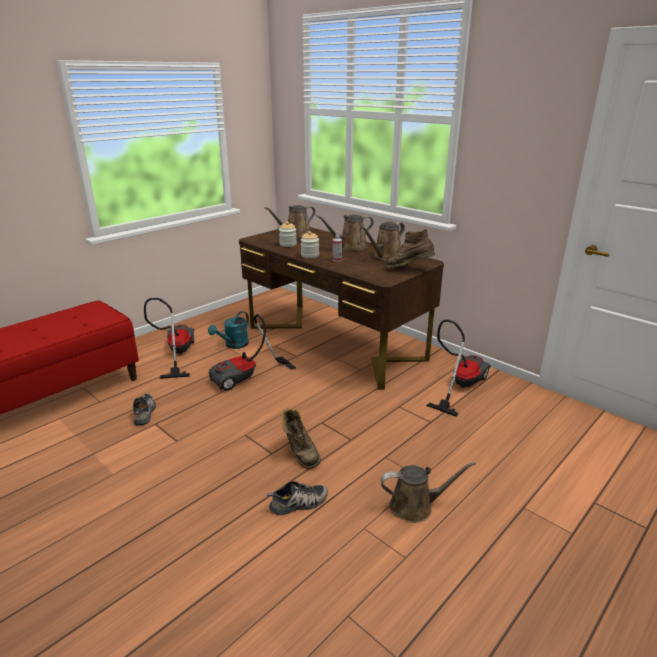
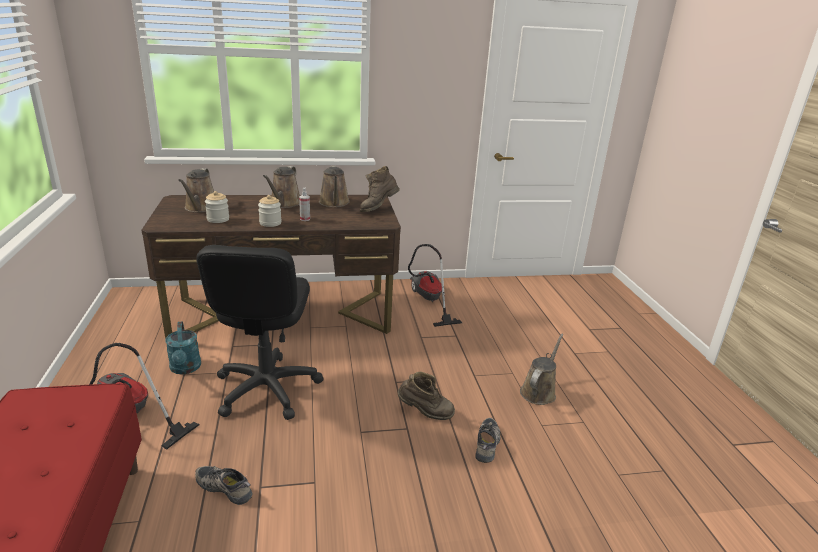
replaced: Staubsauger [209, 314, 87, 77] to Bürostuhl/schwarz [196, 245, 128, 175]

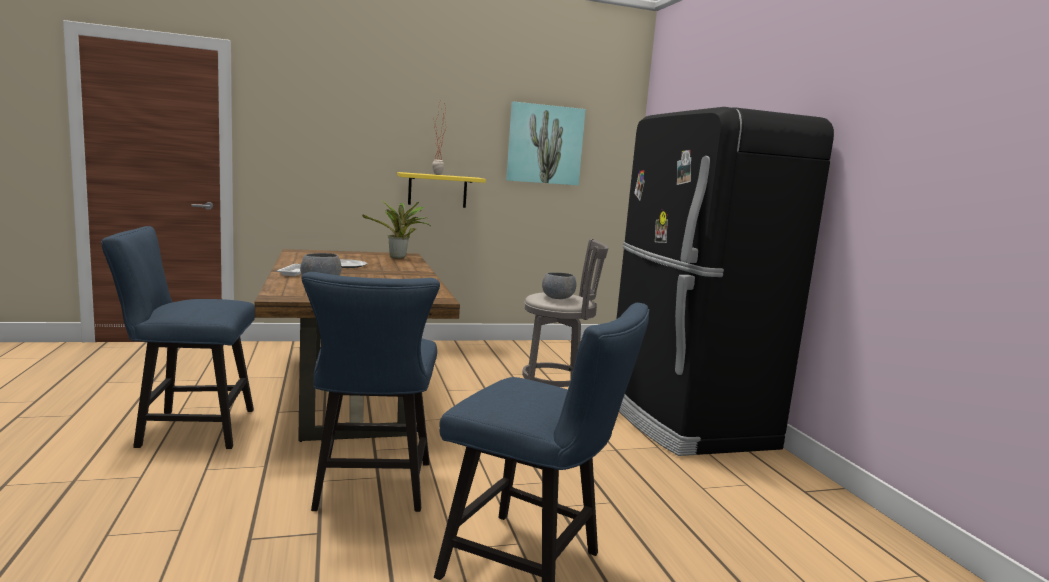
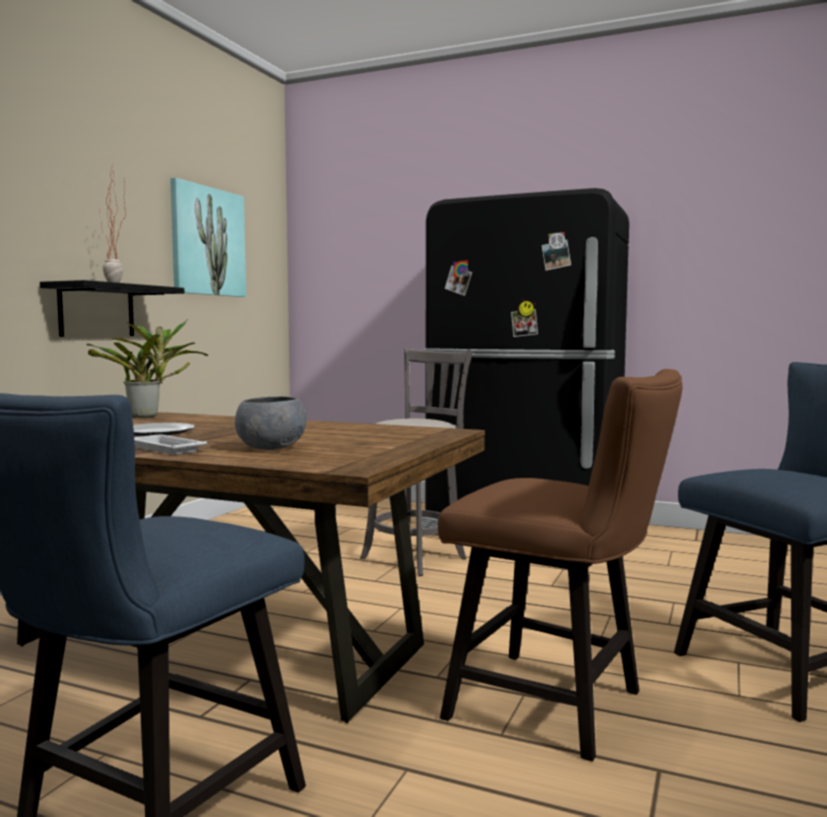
removed: Schüssel/grau [542, 272, 34, 27]
recoloured: Stuhl/blau [301, 272, 139, 240] to Stuhl/braun [438, 369, 245, 392]; Wandregal/gelb [397, 172, 89, 36] to Wandregal/schwarz [40, 280, 144, 57]

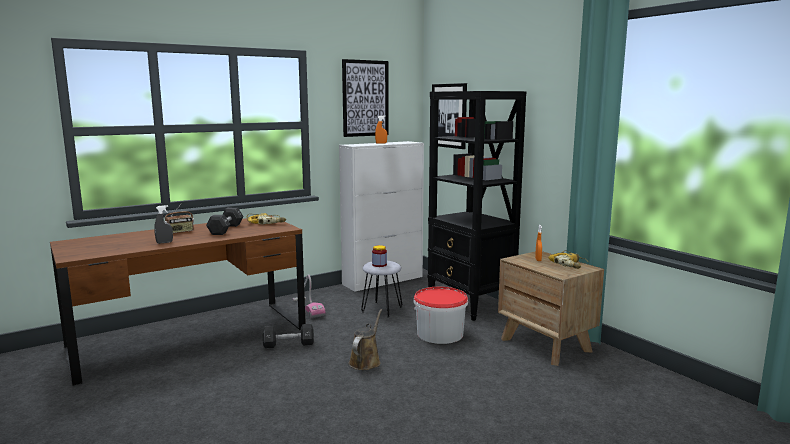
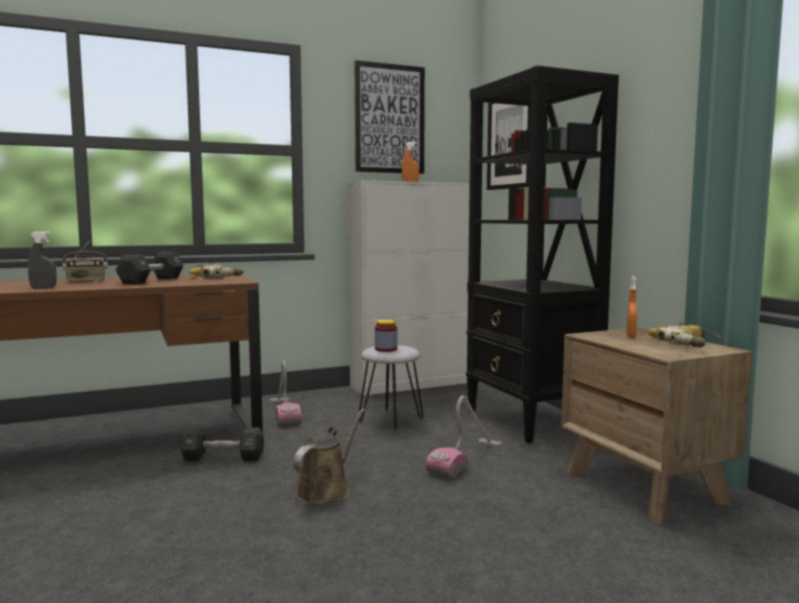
replaced: Eimer [414, 287, 54, 57] to Staubsauger [425, 396, 77, 82]

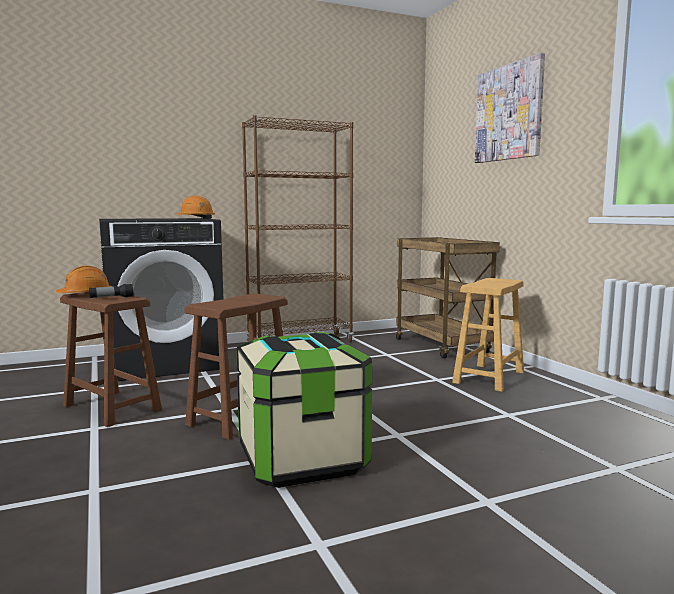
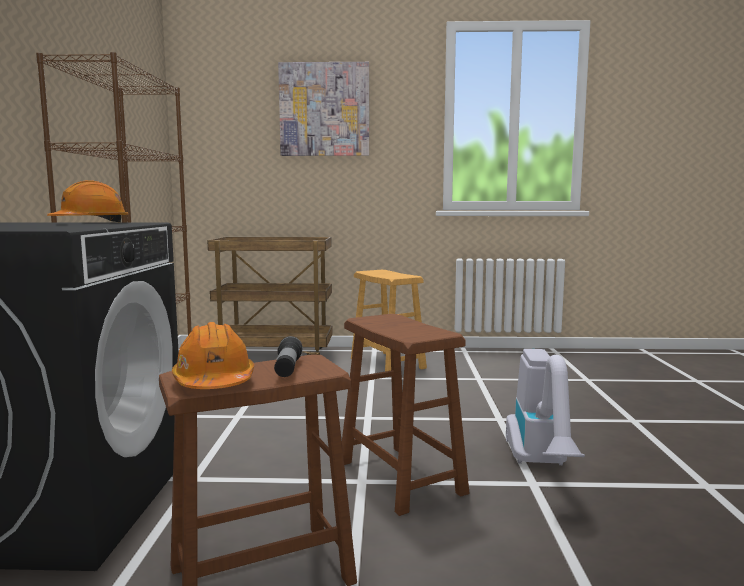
replaced: Aufbewahrungsbox [236, 332, 136, 156] to Staubsauger [506, 349, 79, 116]

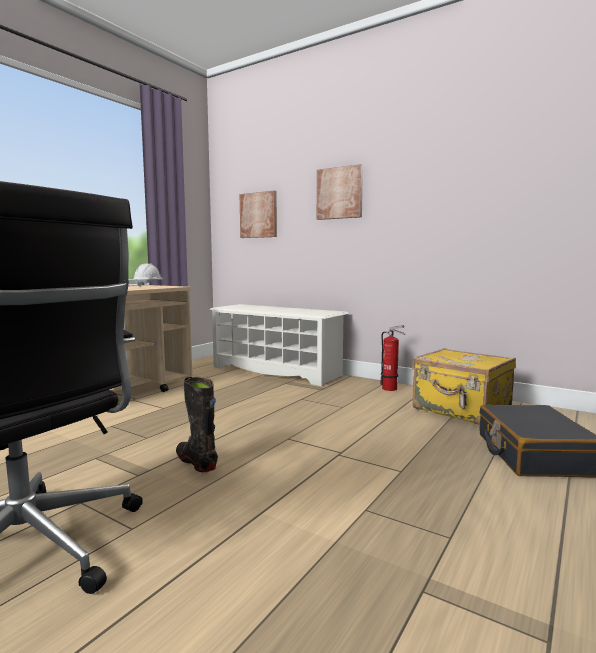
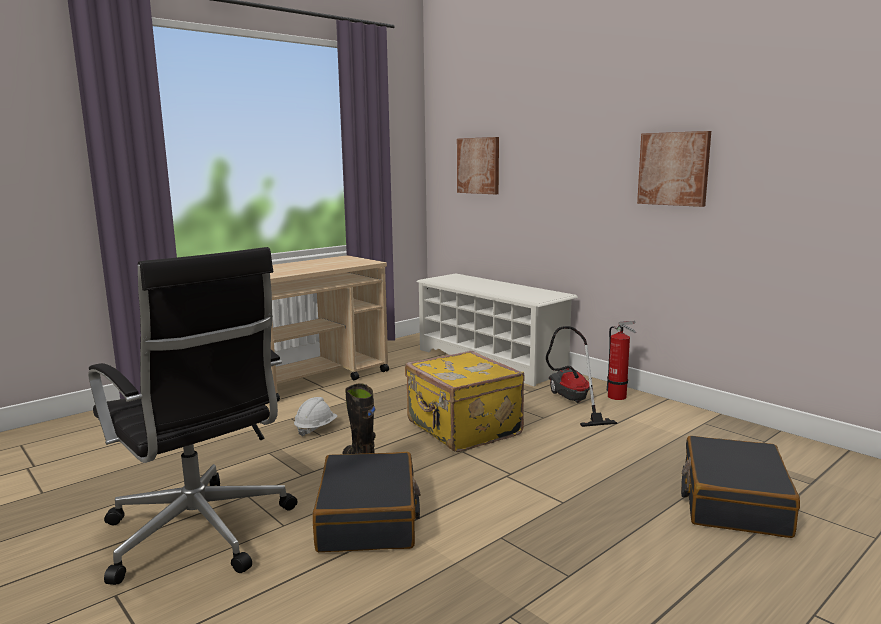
added: Koffer/schwarz [313, 452, 108, 100]; Staubsauger [546, 326, 71, 101]
moved: Schutzhelm/weiß [133, 264, 31, 23] to [294, 397, 43, 40]; Bild [317, 164, 46, 56] to [637, 131, 74, 76]; Koffer/gelb [412, 348, 104, 77] to [405, 351, 120, 101]

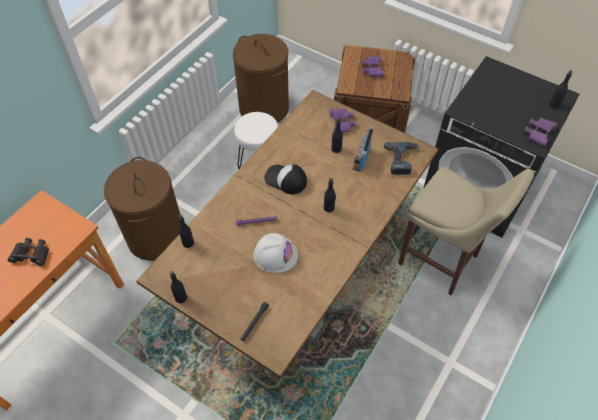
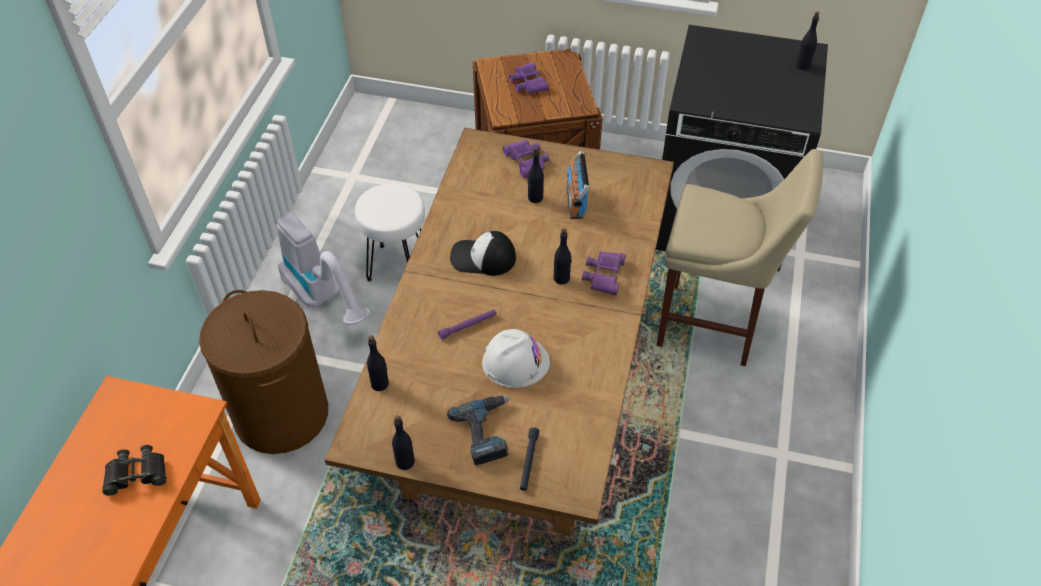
removed: Wäschekorb/braun [233, 34, 56, 89]
added: Staubsauger [277, 213, 93, 111]
moved: Bohrmaschine [384, 142, 36, 33] to [447, 395, 63, 70]; Fernglas/lila [524, 118, 33, 29] to [582, 251, 44, 45]

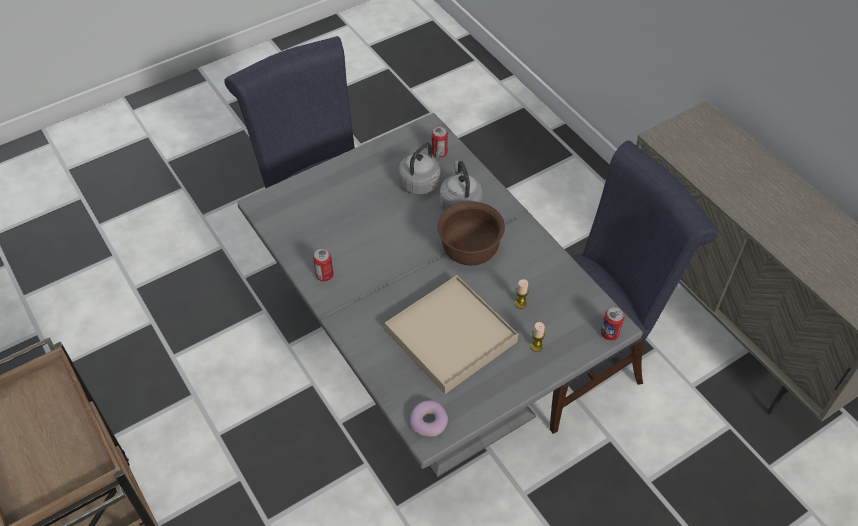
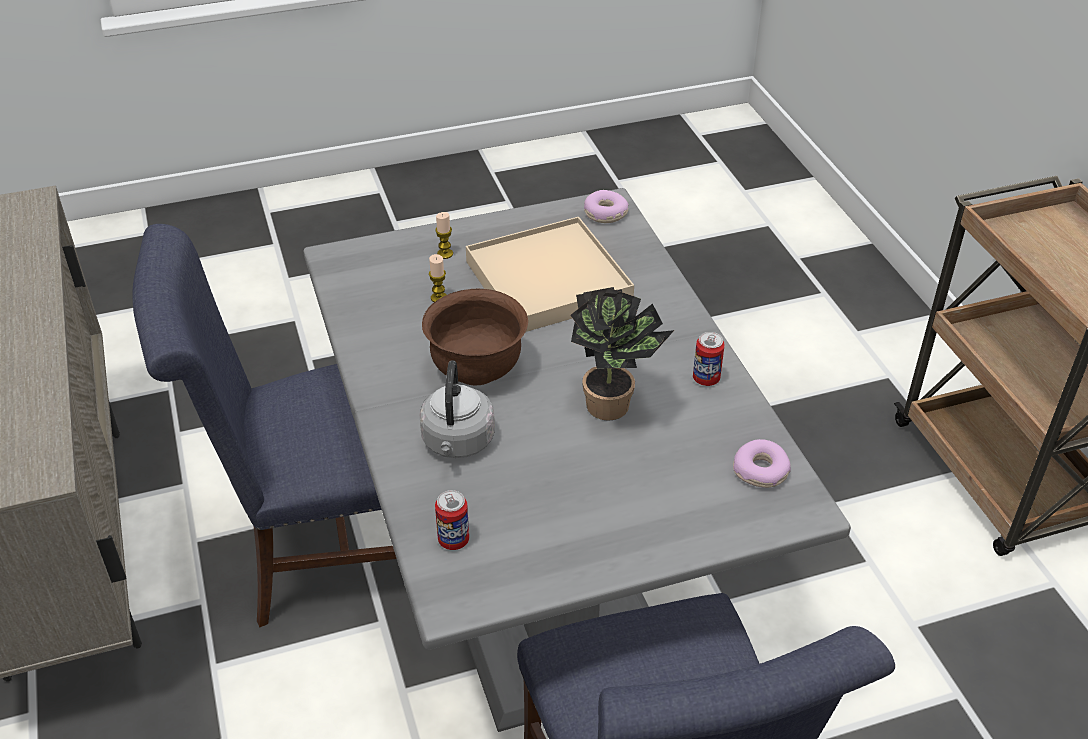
removed: Wasserkessel/grau [398, 142, 46, 53]; Dose [601, 307, 23, 34]
added: Topfpflanze [570, 287, 104, 134]; Donut [733, 439, 58, 49]

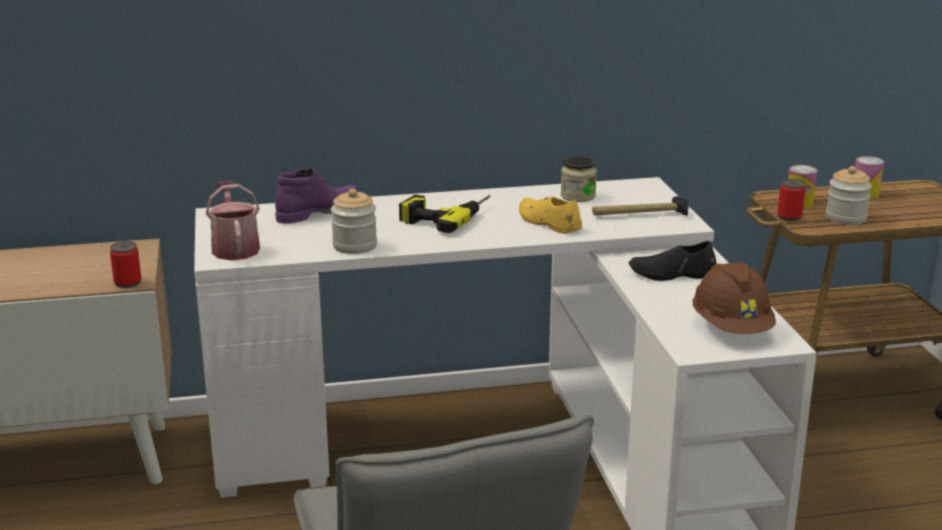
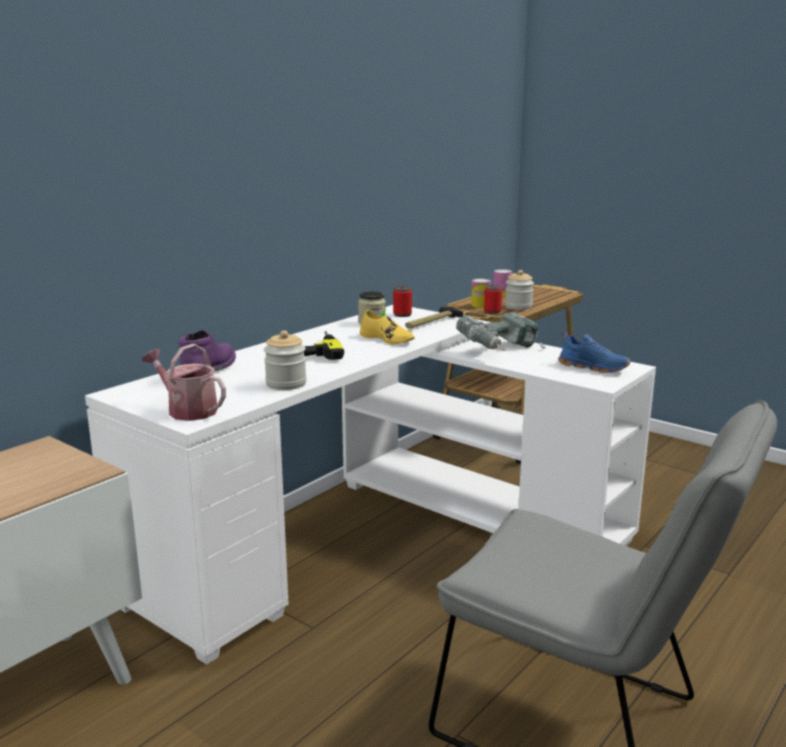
moved: Dose [110, 241, 31, 47] to [393, 286, 19, 31]
replaced: Schuh/schwarz [629, 241, 88, 40] to Bohrmaschine [456, 312, 90, 39]; Schutzhelm/braun [693, 262, 83, 72] to Schuh/blau [558, 333, 72, 40]
turned: Schuh/gelb [519, 197, 63, 37] = [360, 310, 55, 34] 150 degrees counterclockwise

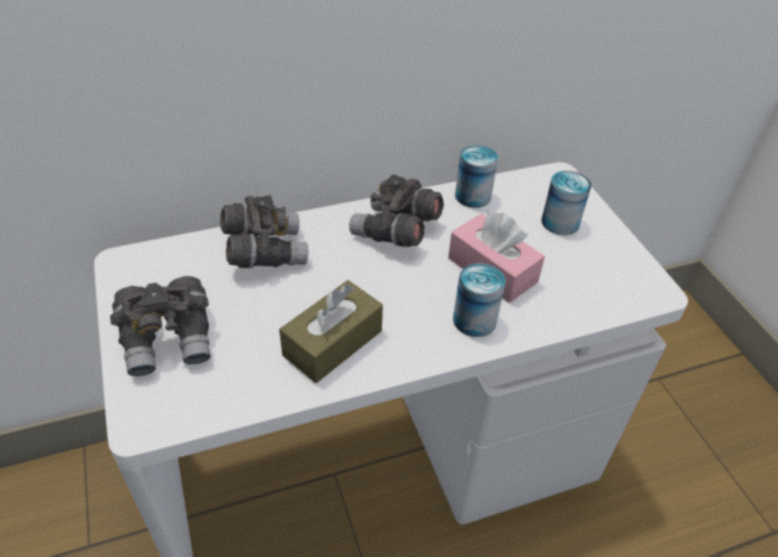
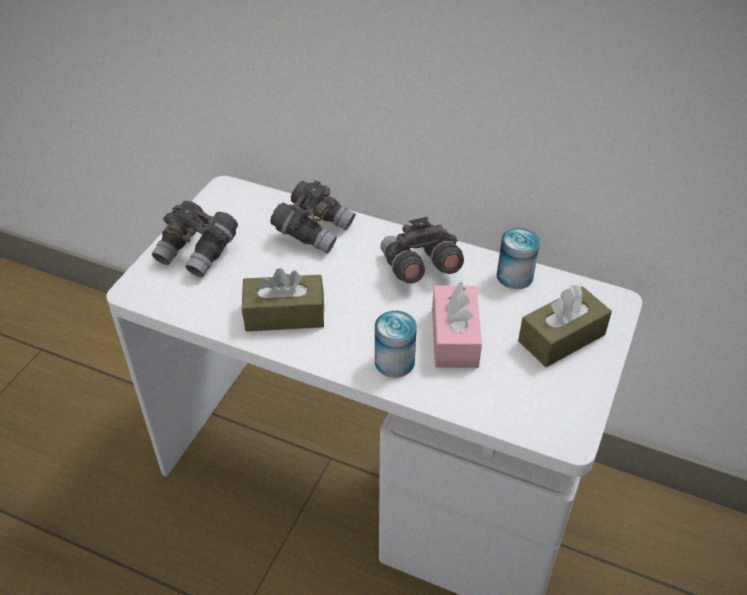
replaced: Dose [541, 171, 50, 64] to Taschentuchbox/braun [518, 285, 94, 82]

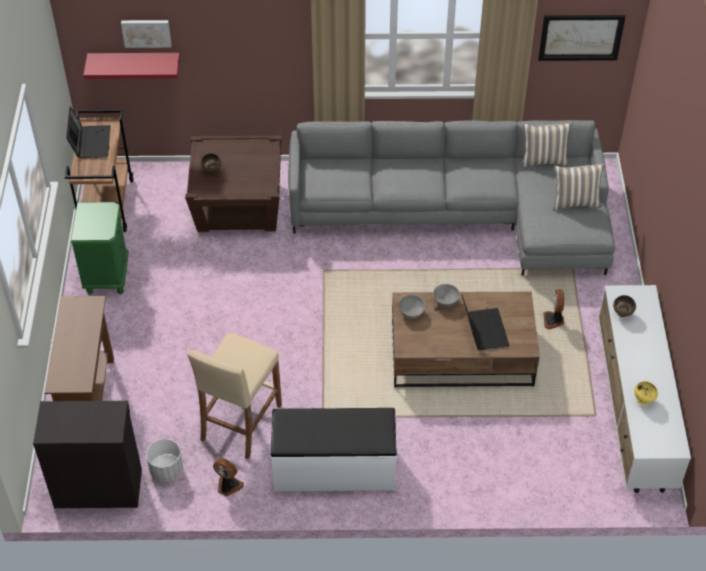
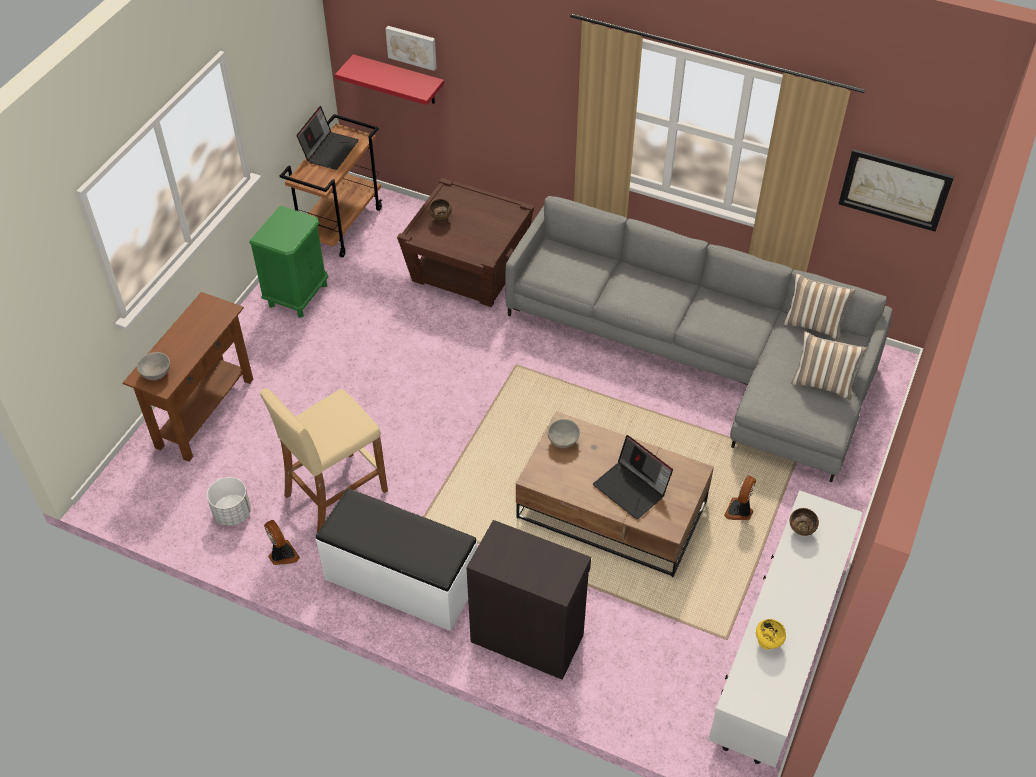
moved: Schrank/schwarz [33, 401, 109, 107] to [466, 520, 125, 160]; Schüssel/grau [433, 284, 27, 23] to [137, 352, 33, 28]
turned: Laptop [461, 294, 48, 56] = [593, 435, 80, 84] 120 degrees clockwise

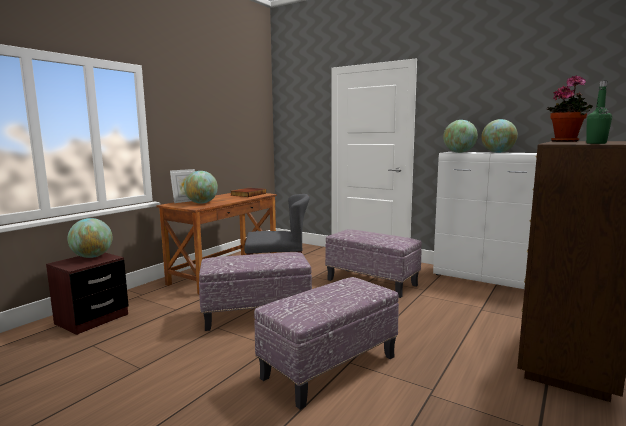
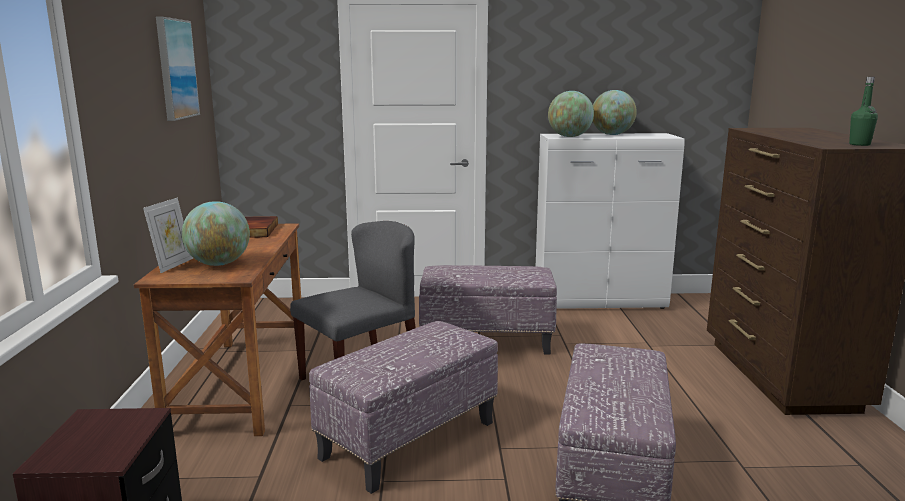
removed: Globus [67, 218, 45, 40]; Topfpflanze [546, 75, 47, 67]
added: Bild [156, 17, 44, 104]

